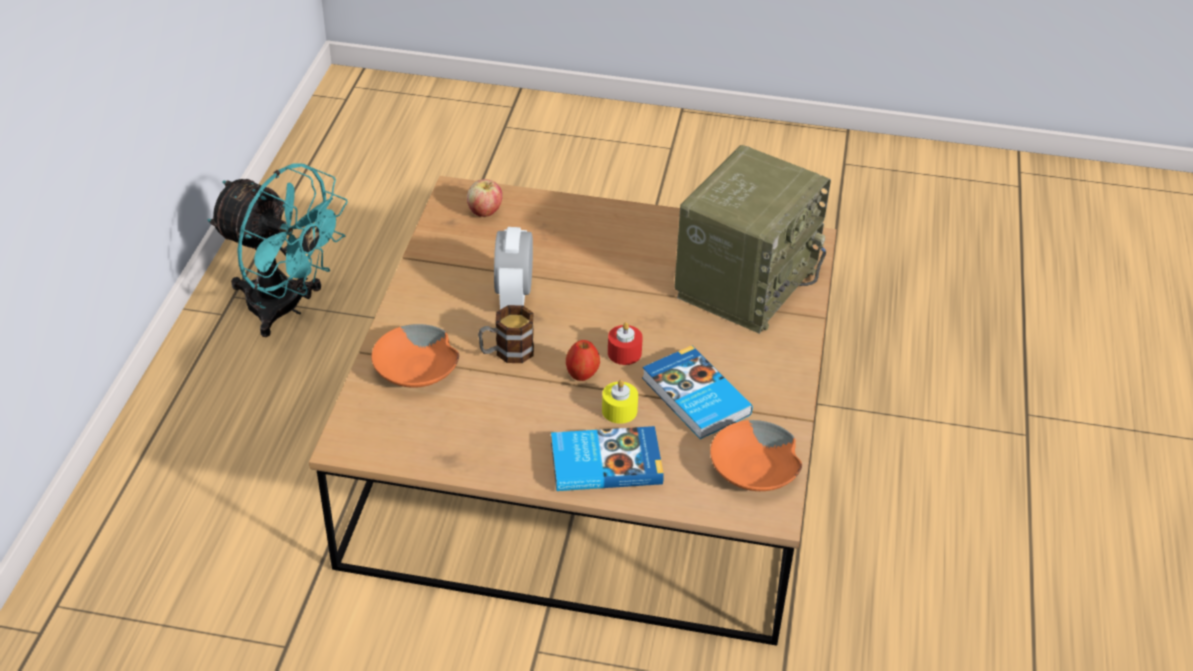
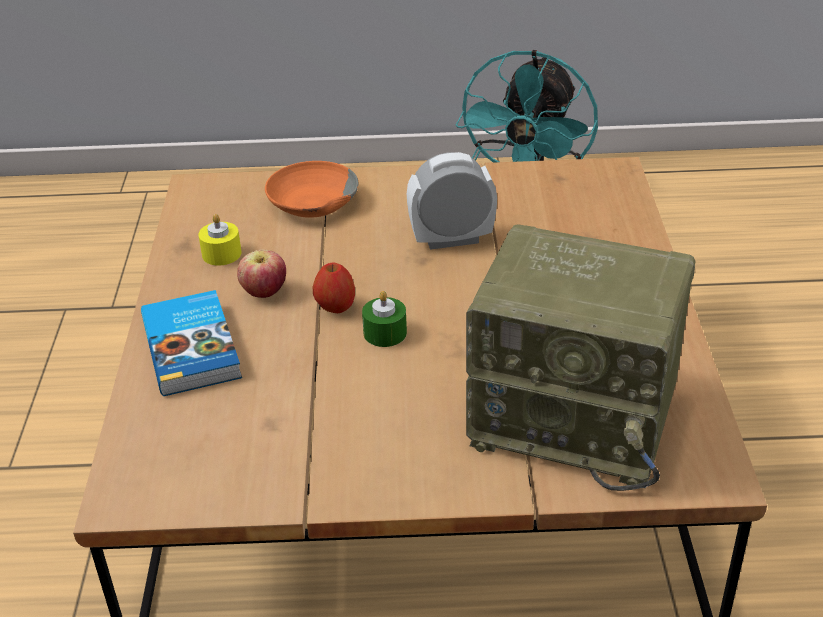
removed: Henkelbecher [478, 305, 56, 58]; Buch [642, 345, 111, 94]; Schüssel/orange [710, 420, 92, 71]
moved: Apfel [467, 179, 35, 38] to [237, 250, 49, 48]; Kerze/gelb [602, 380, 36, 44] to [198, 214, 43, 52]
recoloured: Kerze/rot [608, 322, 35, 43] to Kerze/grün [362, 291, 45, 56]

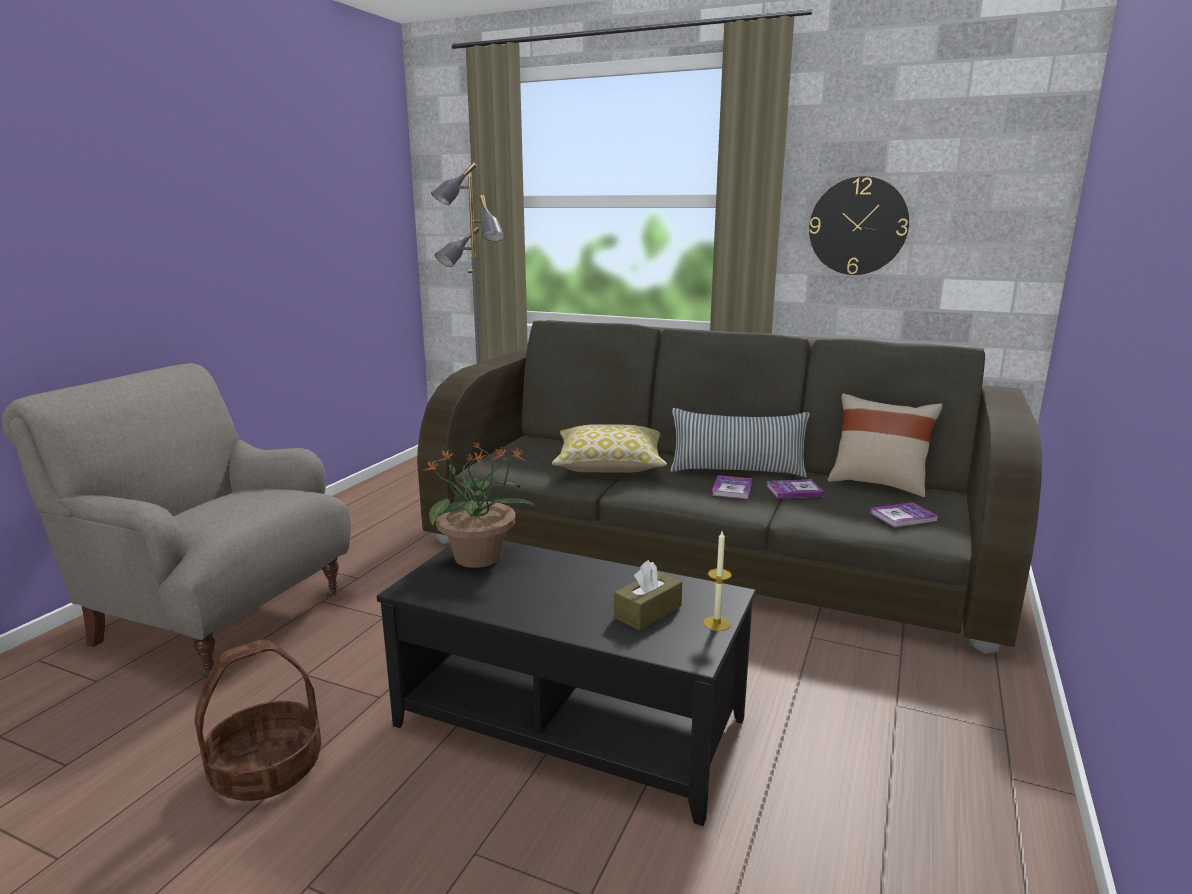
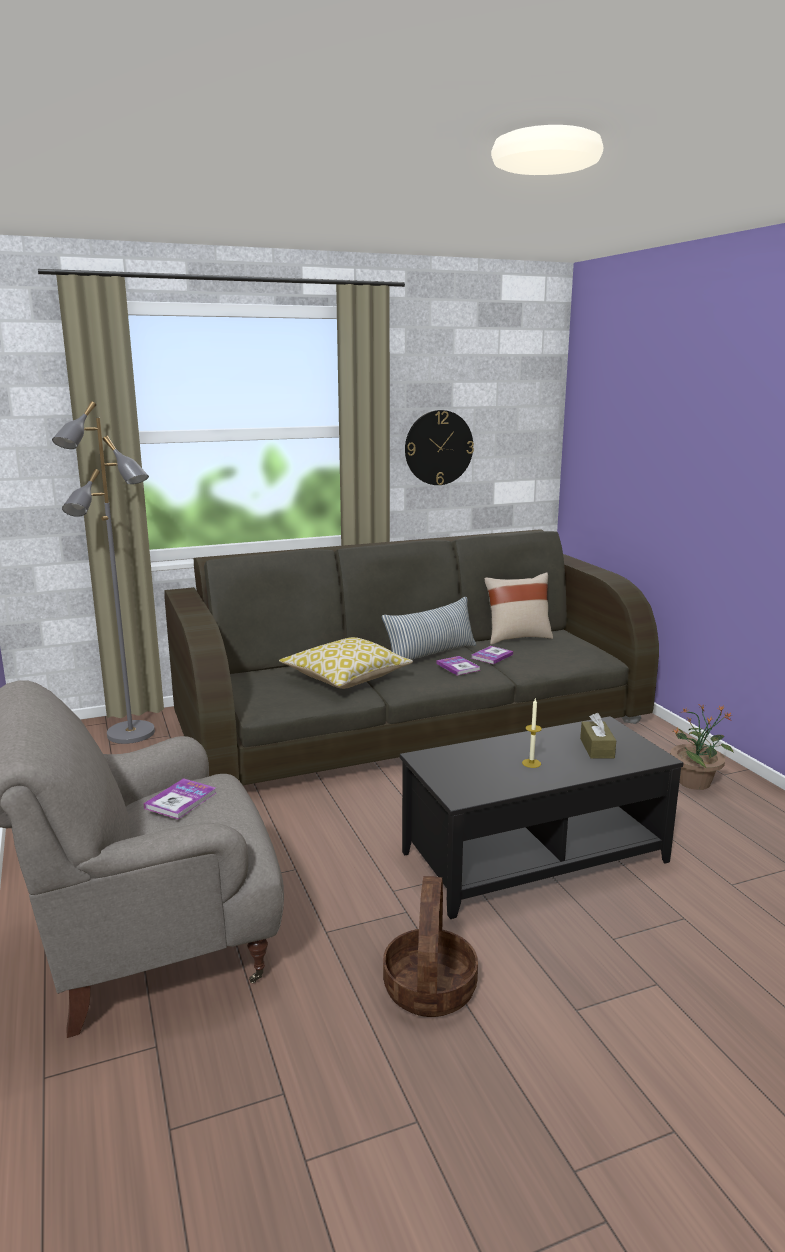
moved: Topfpflanze [421, 442, 113, 126] to [670, 705, 64, 85]; Kerze [703, 531, 29, 100] to [522, 699, 20, 69]; Buch [869, 502, 69, 26] to [144, 778, 72, 41]

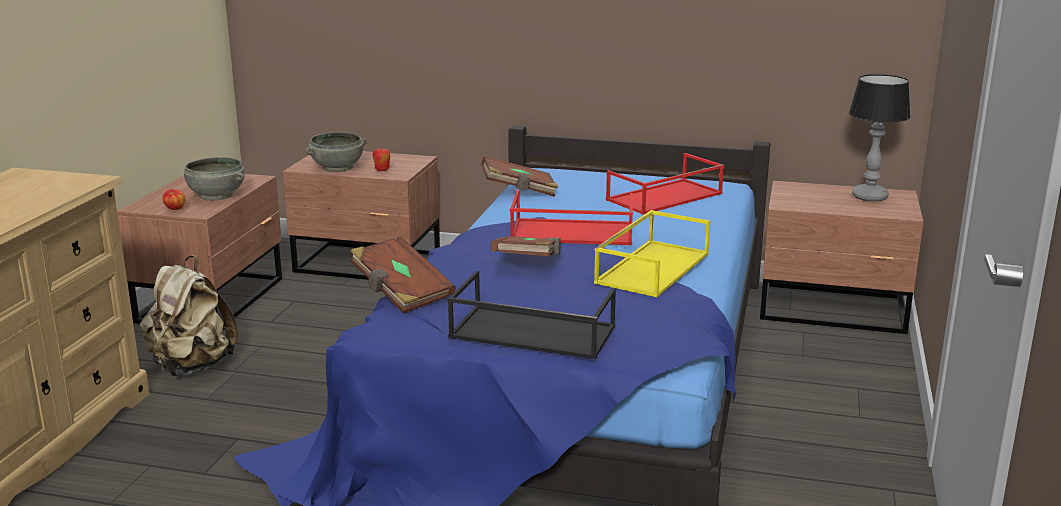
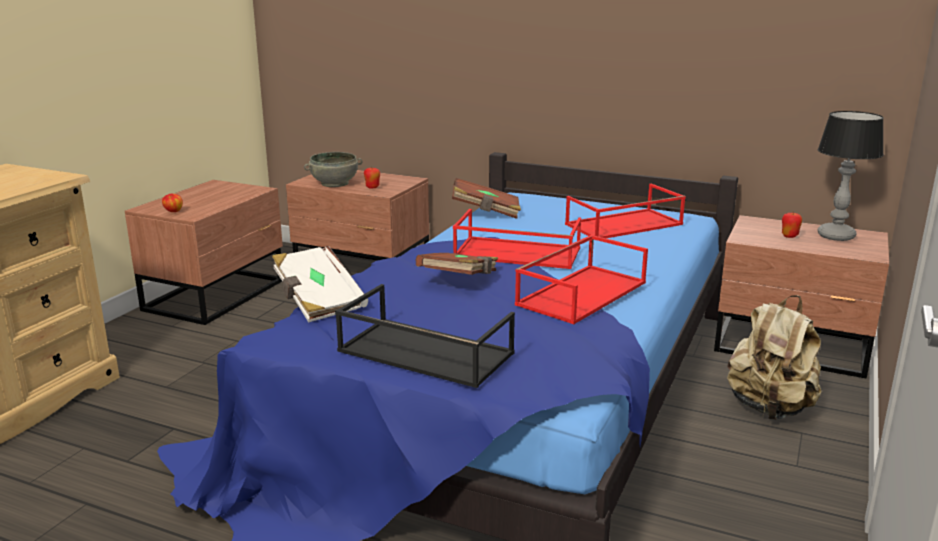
removed: Schüssel/grau [184, 157, 60, 44]
added: Apfel [782, 213, 20, 25]
moved: Rucksack/beige [140, 255, 99, 121] to [727, 295, 94, 125]
recoloured: Buch/braun [350, 237, 106, 76] to Buch/weiß [272, 246, 96, 77]; Tablett/gelb [594, 210, 116, 87] to Tablett/rot [515, 235, 133, 89]

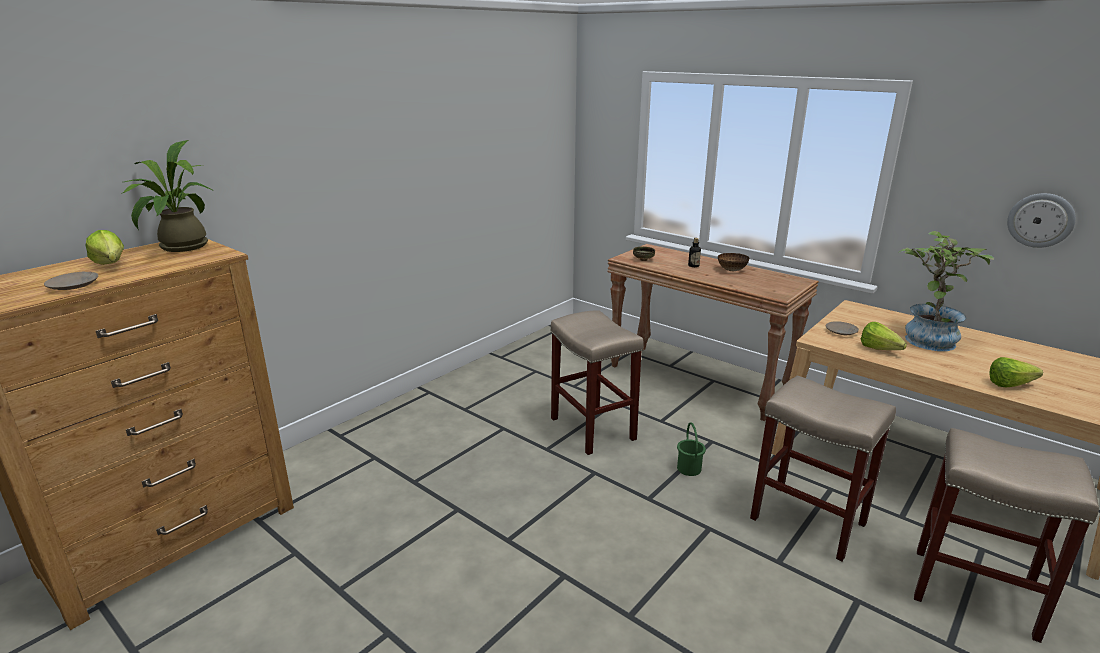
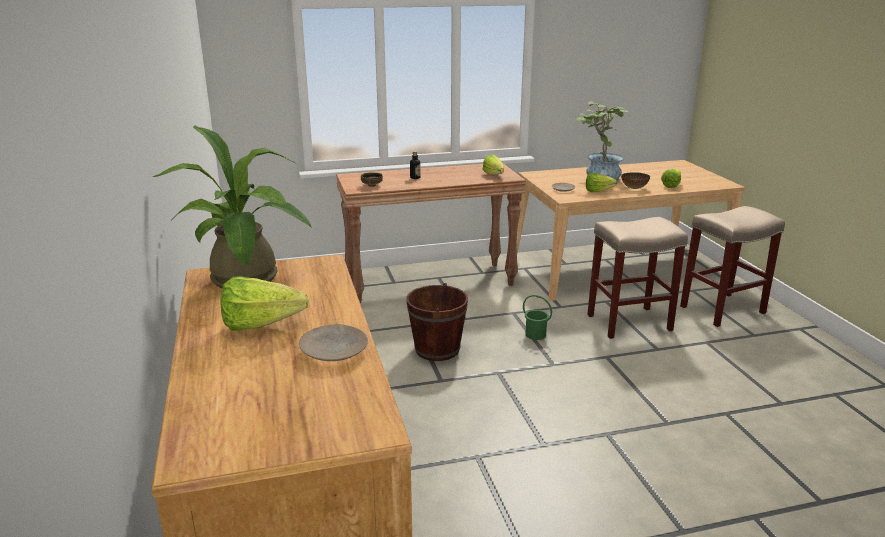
removed: Wanduhr [1007, 193, 69, 55]
added: Salatkopf [483, 155, 21, 20]
moved: Schüssel [718, 253, 31, 18] to [621, 172, 29, 17]
replaced: Hocker/beige [551, 310, 93, 145] to Eimer/braun [406, 283, 62, 78]

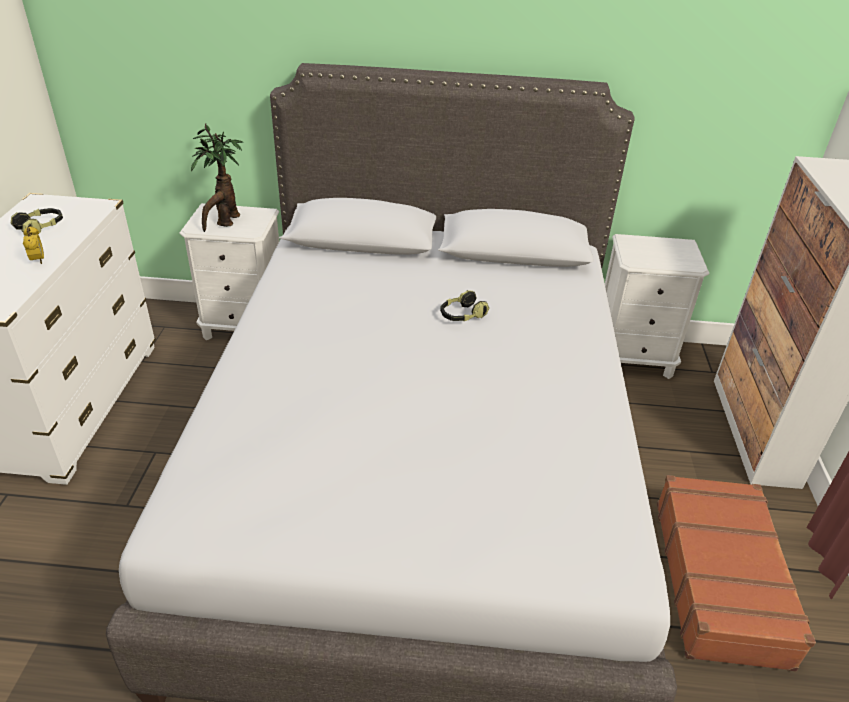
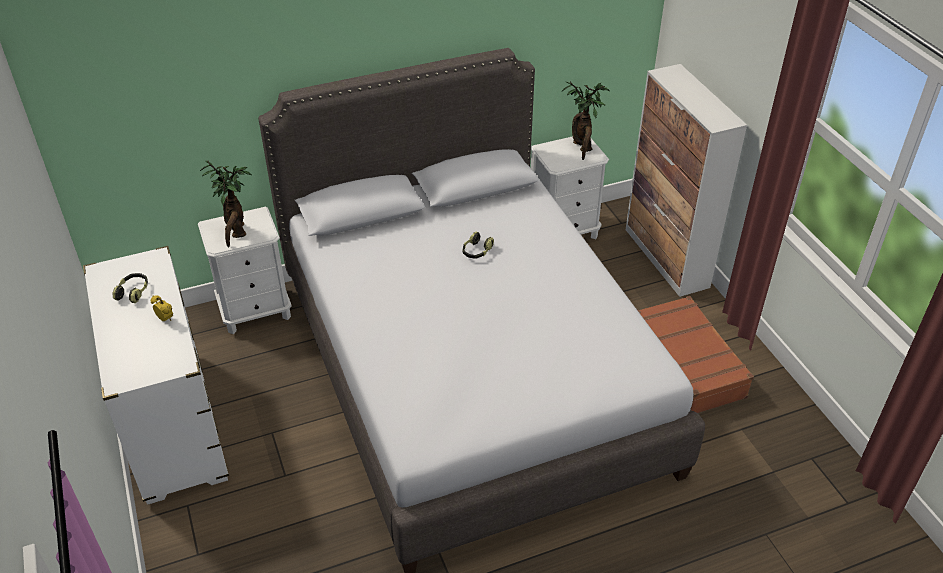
added: Topfpflanze [562, 81, 48, 79]

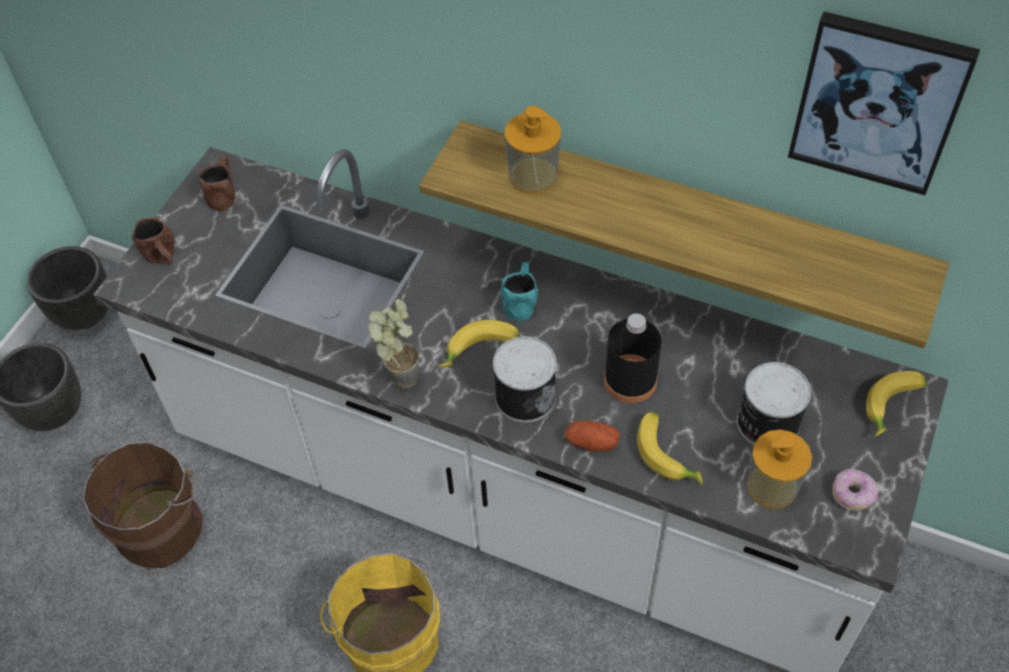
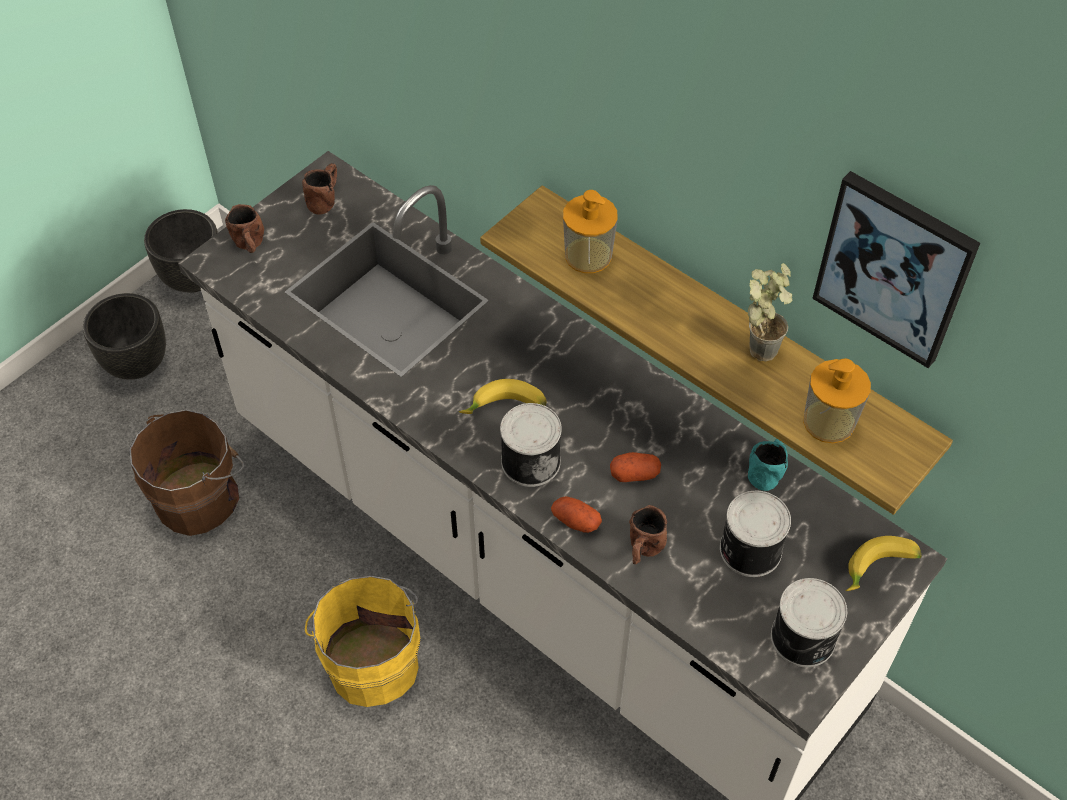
moved: Topfpflanze [368, 299, 51, 90] to [748, 263, 45, 98]; Henkelbecher/türkis [501, 262, 37, 59] to [748, 438, 40, 53]; Seifenspender [747, 430, 65, 79] to [803, 358, 68, 85]
replaced: Flasche/schwarz [604, 313, 58, 90] to Kartoffel [610, 452, 51, 30]; Banane [637, 412, 66, 73] to Henkelbecher/braun [629, 505, 38, 59]; Donut [833, 469, 45, 42] to Dose [771, 578, 76, 89]

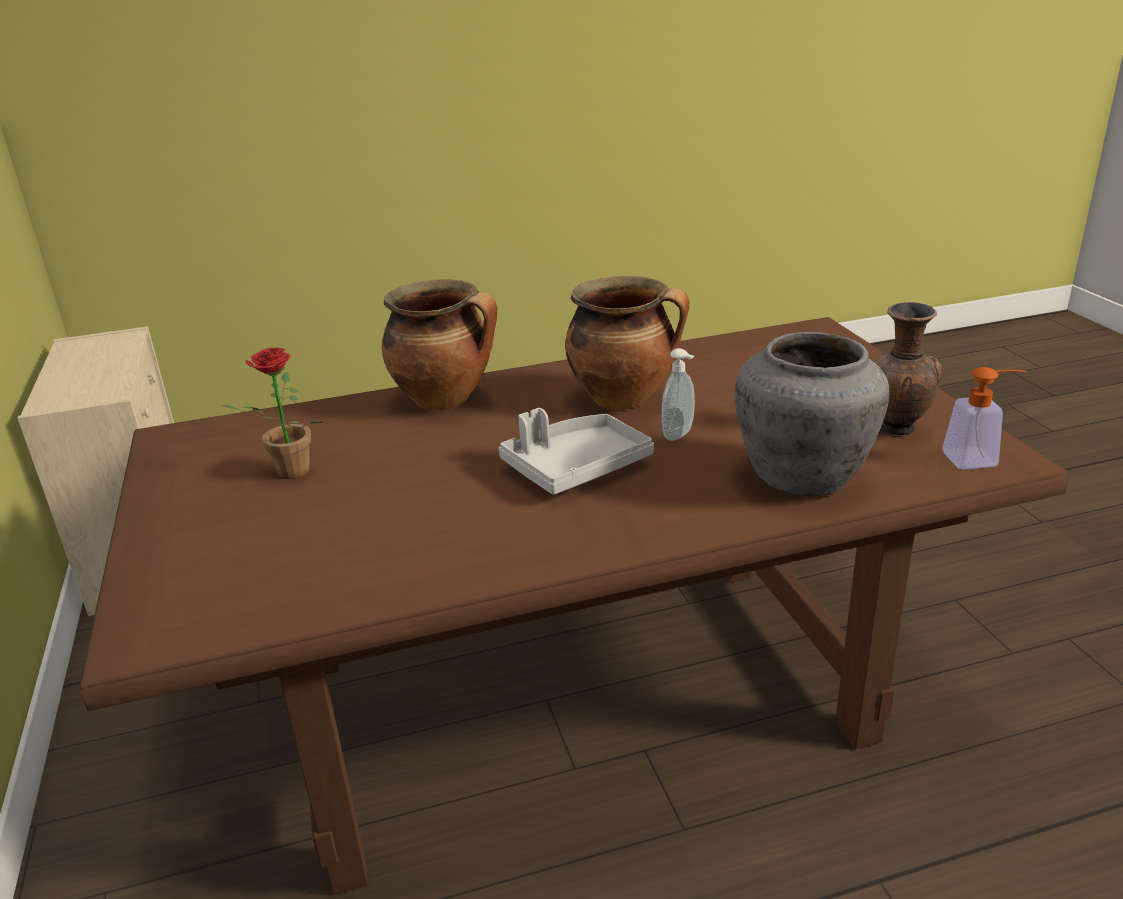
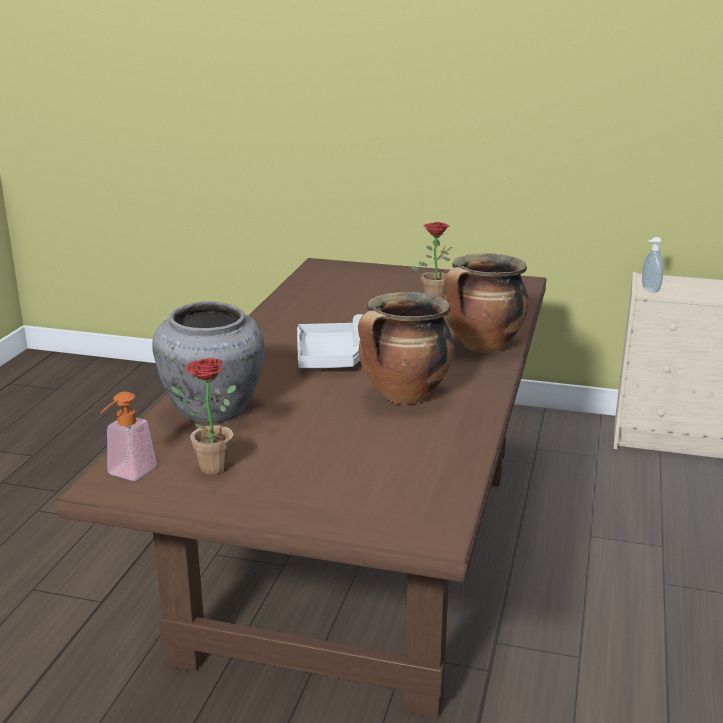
moved: Seifenspender [662, 348, 33, 93] to [642, 237, 21, 56]
replaced: Vase/braun [874, 302, 68, 133] to Topfpflanze [171, 358, 65, 117]

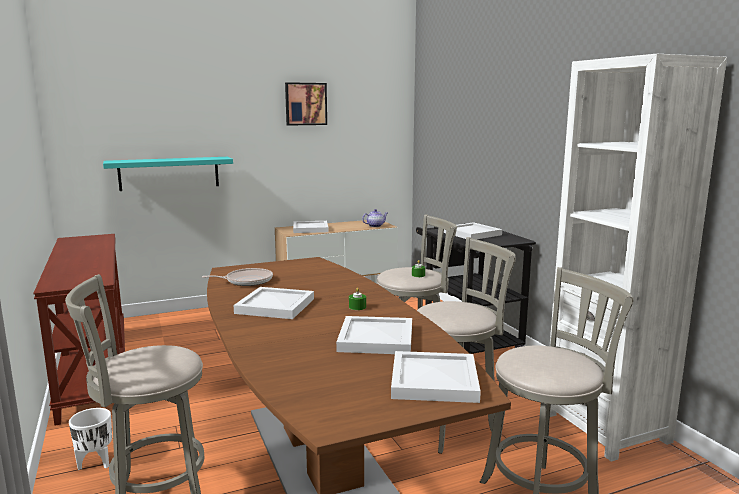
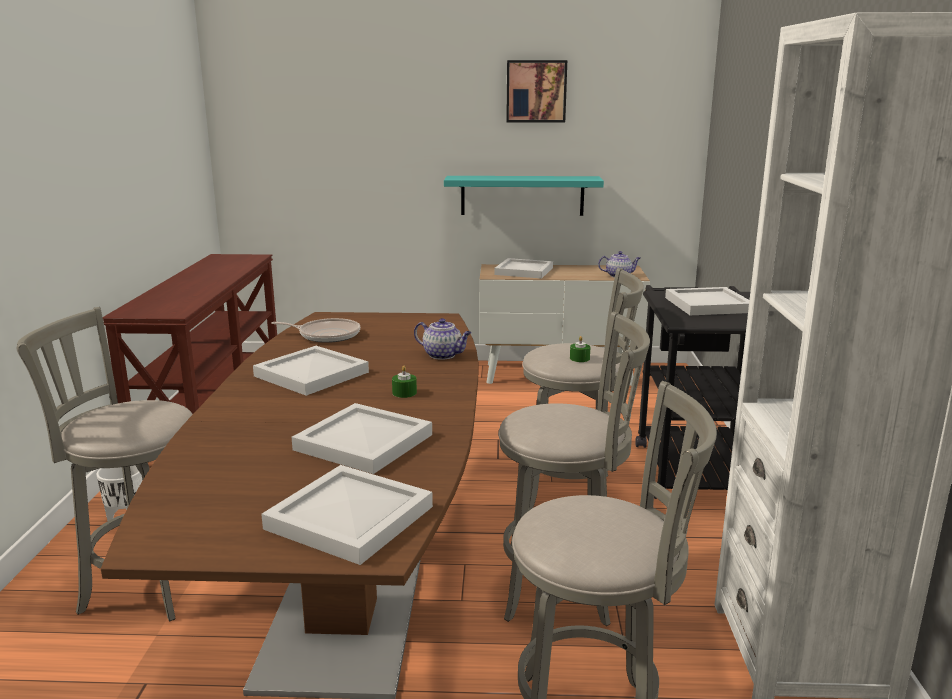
added: Teekanne [414, 318, 58, 42]
moved: Wandregal/türkis [103, 157, 130, 34] to [444, 176, 160, 40]

